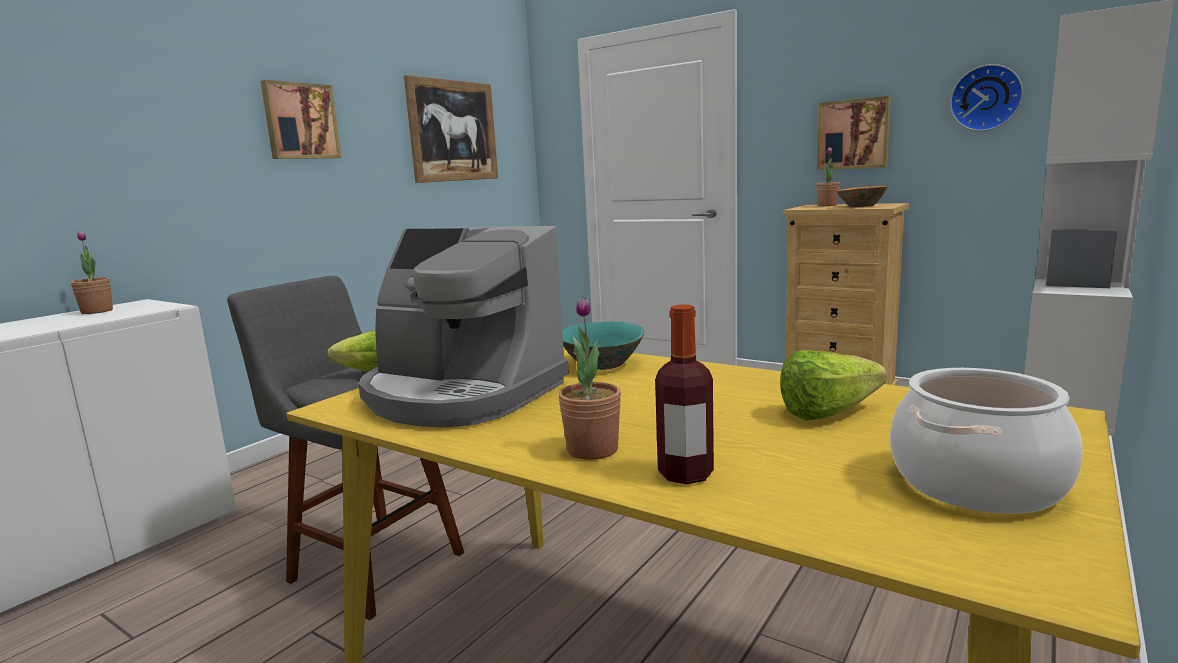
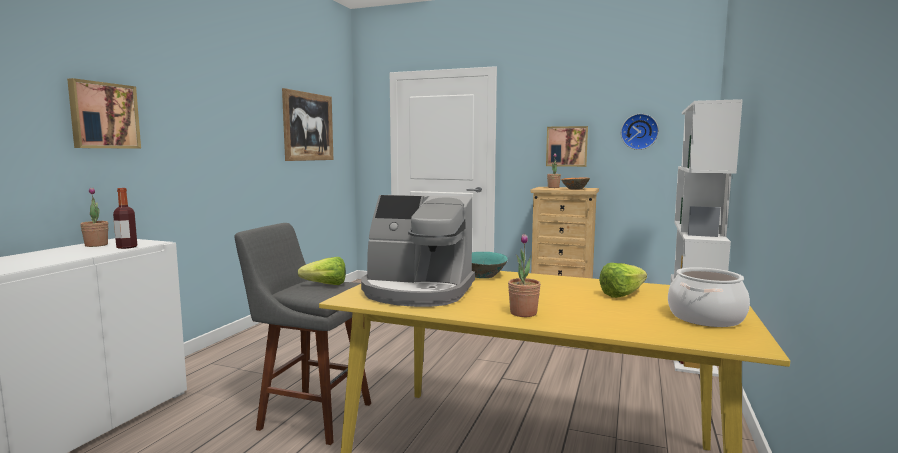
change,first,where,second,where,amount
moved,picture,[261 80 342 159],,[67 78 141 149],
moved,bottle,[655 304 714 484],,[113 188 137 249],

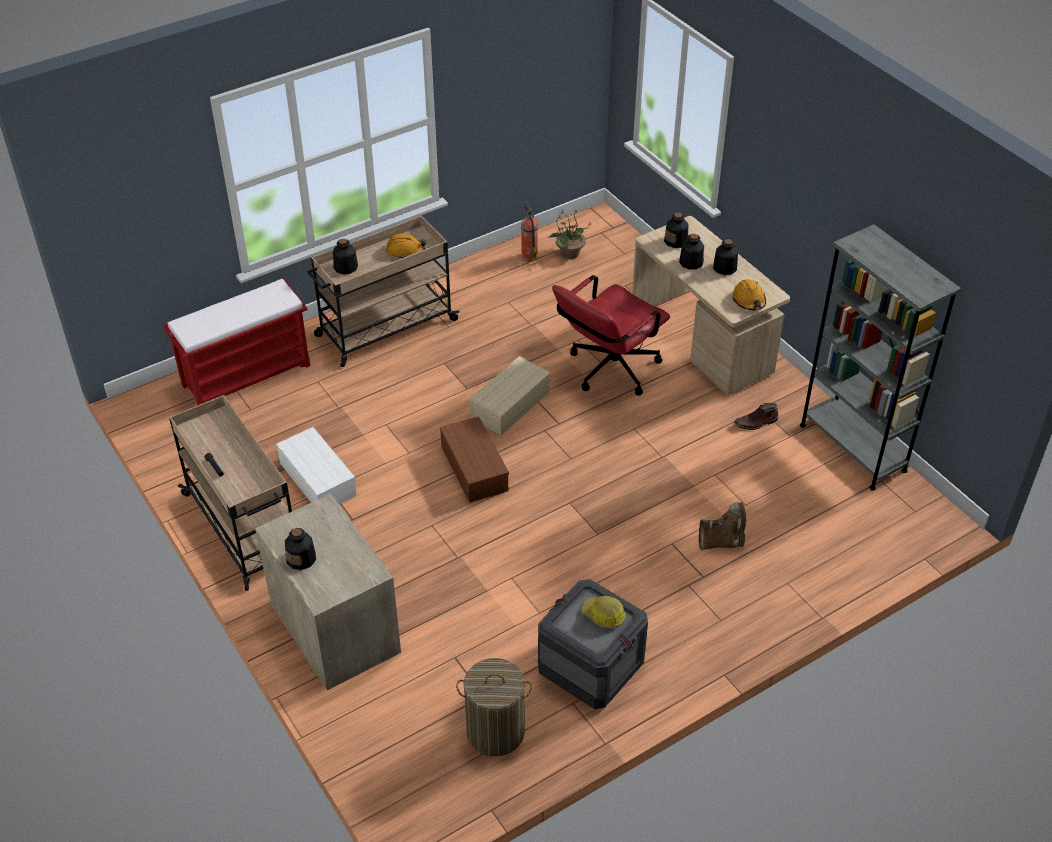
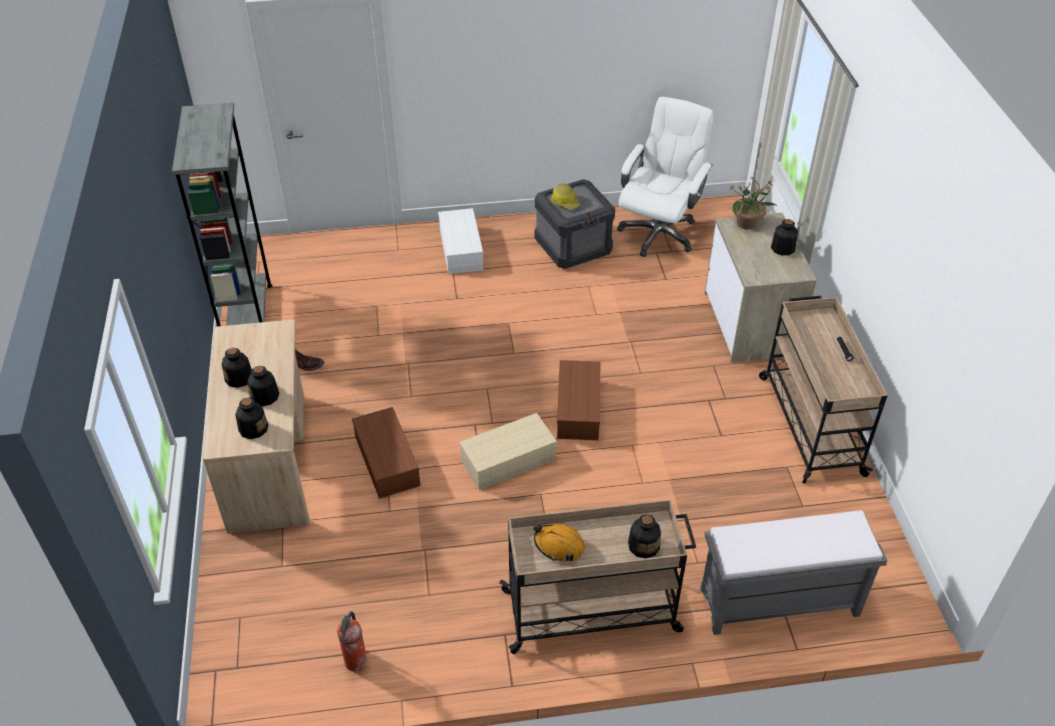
change,first,where,second,where,amount
moved,potted plant,[548 210 592 259],,[729 176 777 230],
replaced,office chair (red),[552 275 670 396],storage box (brown),[352 407 420 499],
recoloured,bench (red),[164 279 310 406],bench (grey),[700 510 888 635],
removed,hard hat (orange),[732 279 766 310],,,
moved,storage box (white),[276 427 357 504],,[438 208 483 274],
removed,boot (brown),[699 502 746 550],,,
replaced,laundry basket,[456 658 532 757],office chair (white),[617 97 714 257],

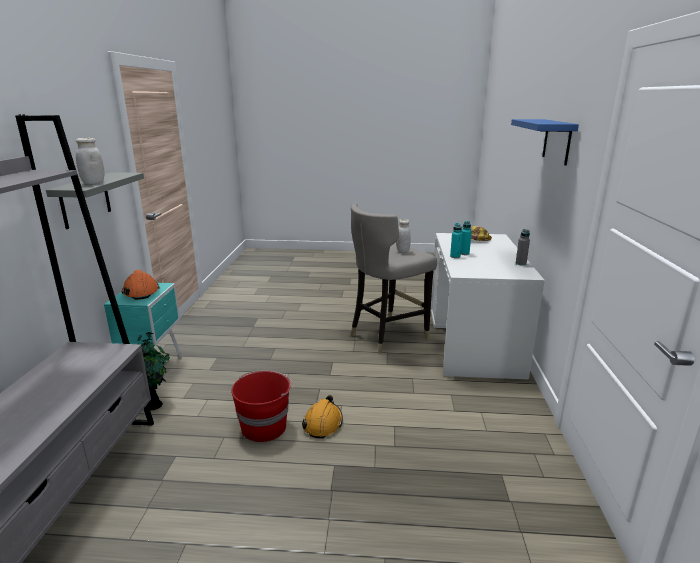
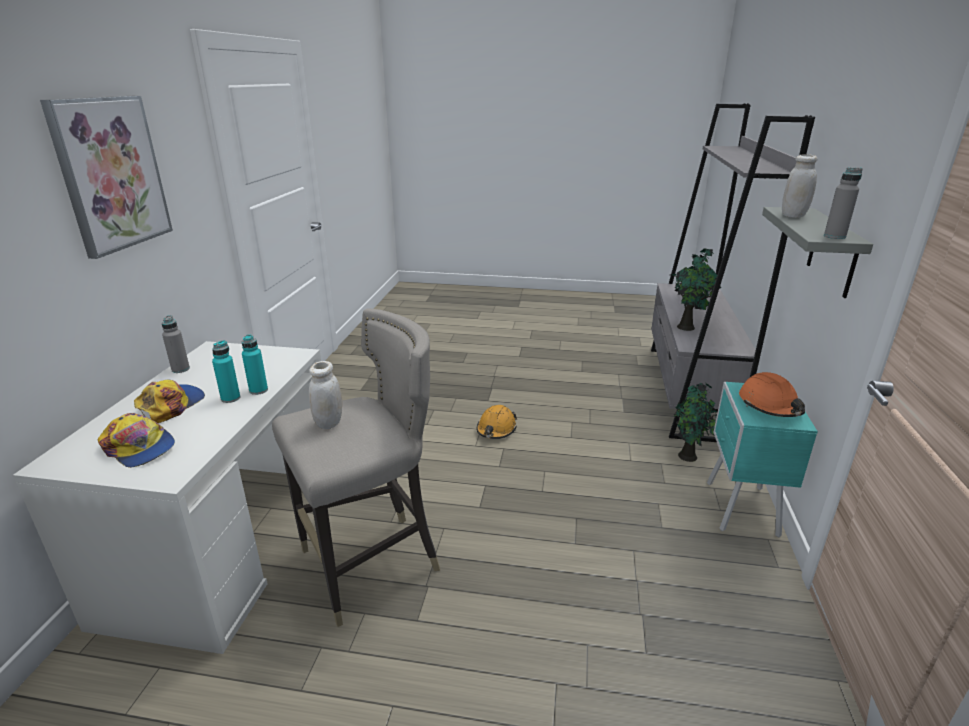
change,first,where,second,where,amount
replaced,shelf (blue),[511 119 579 166],picture,[40 96 173 259],
removed,bucket (red),[231 370 293 442],,,
added,,,bottle (grey),[824 167 863 239],
added,,,potted plant,[670 248 721 331],
added,,,cap,[134 379 205 423],

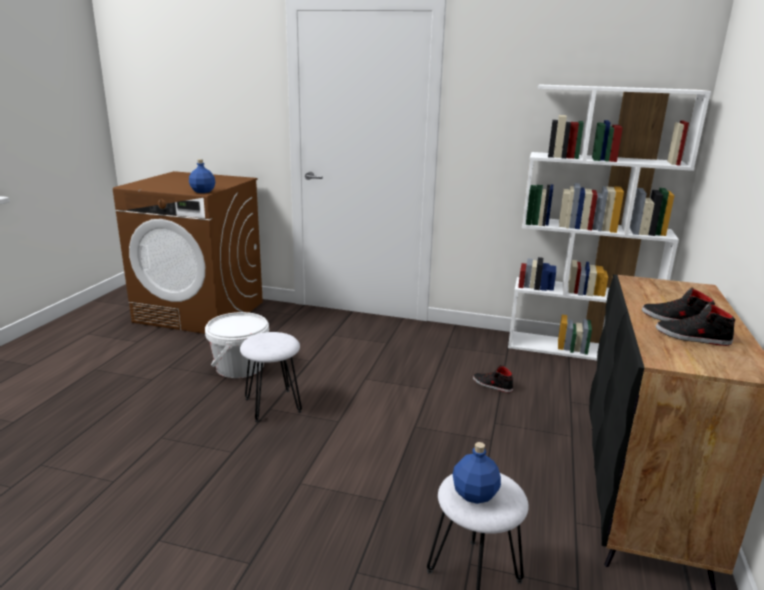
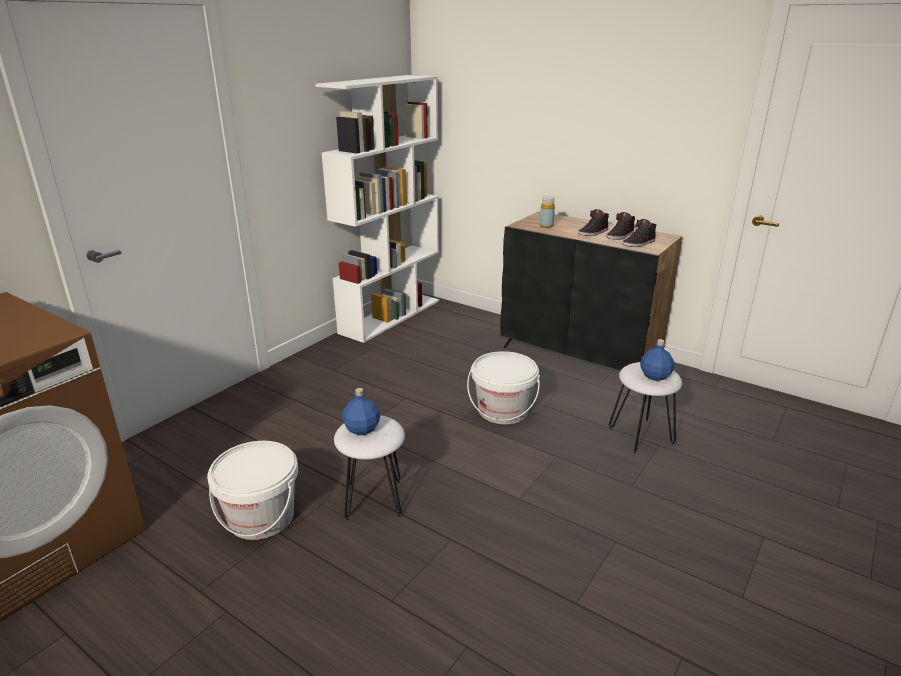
change,first,where,second,where,amount
moved,bottle (blue),[189 159 215 193],,[342 388 380 435],
moved,shoe (black),[473 365 513 393],,[622 219 656 247],
added,,,bottle (yellow),[540 196 555 228],
added,,,bucket (white),[467 351 540 424],

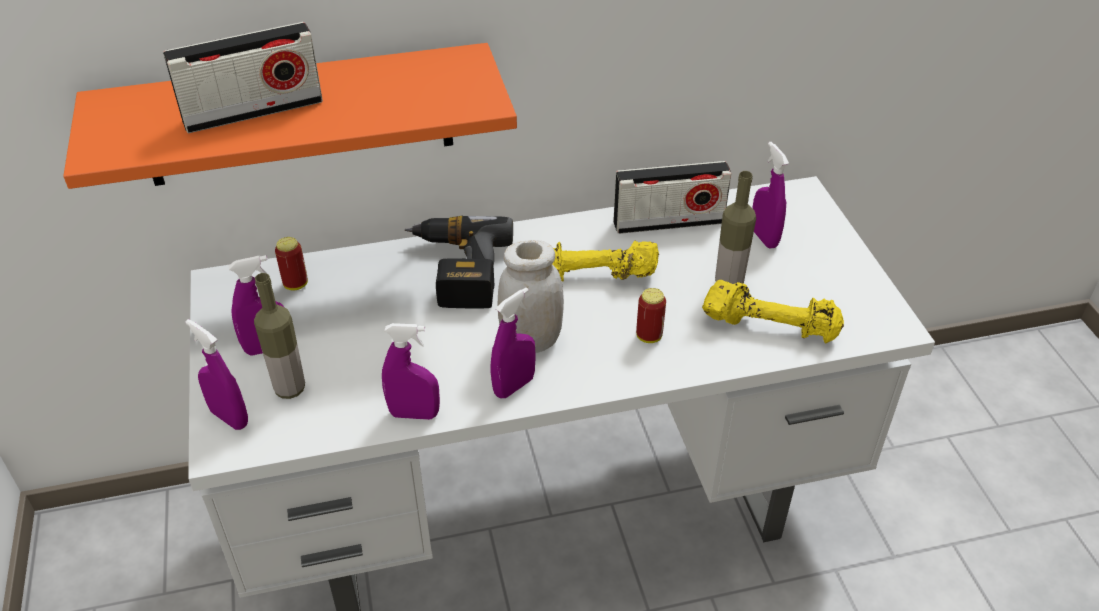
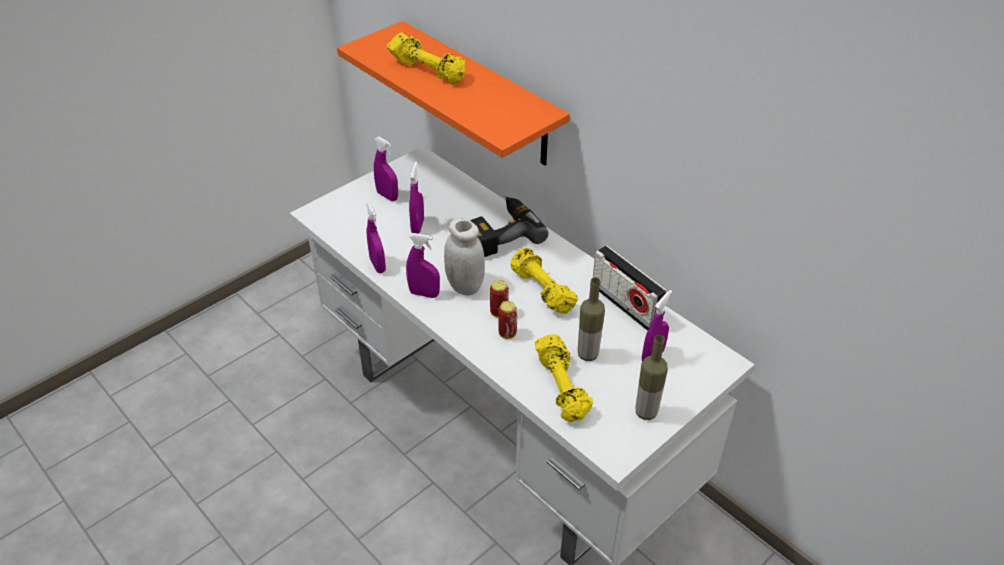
change,first,where,second,where,amount
replaced,radio,[163 22 323 133],dumbbell (yellow),[387 32 466 84],
moved,can,[275 237 308 290],,[490 280 509 318],
moved,bottle,[254 273 305 399],,[635 335 668 420],
moved,spray bottle (purple),[185 319 248 430],,[409 162 424 234],

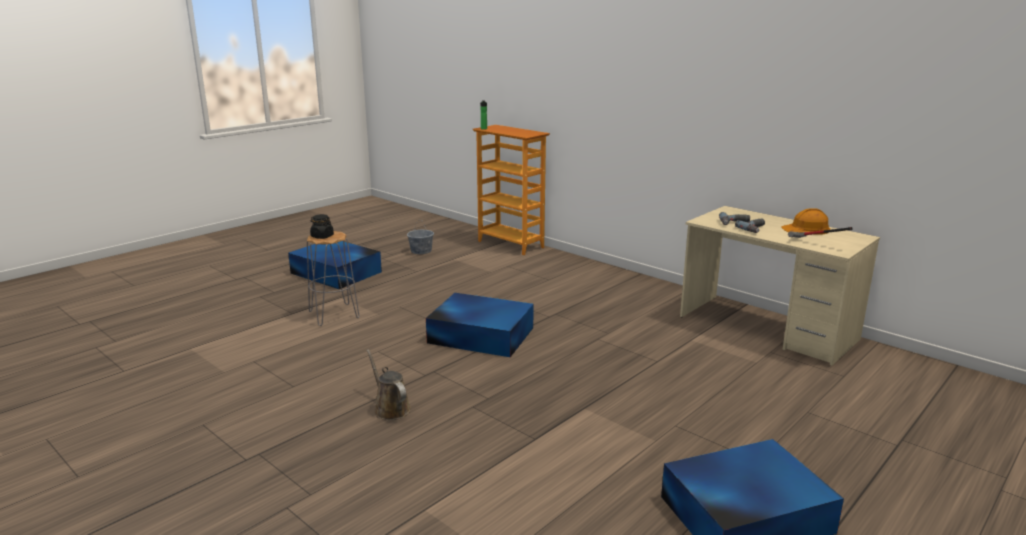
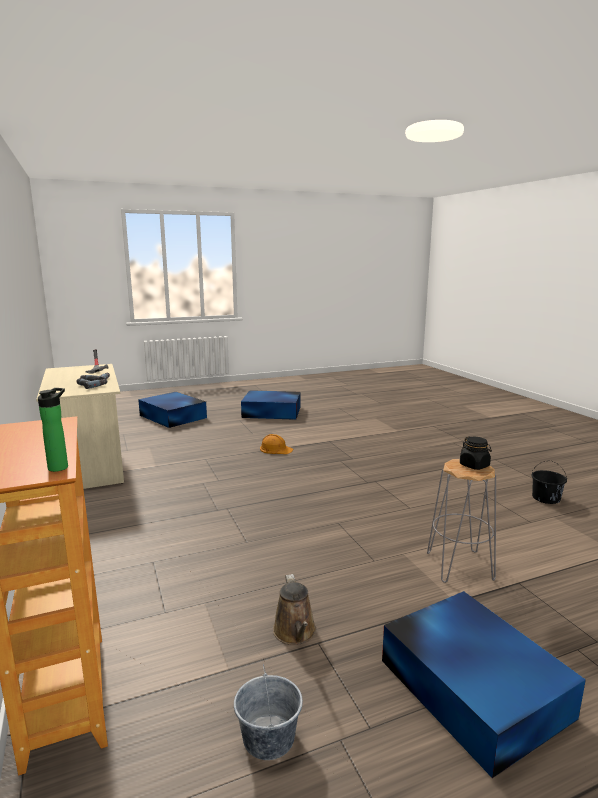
change,first,where,second,where,amount
moved,hard hat (orange),[781 208 830 234],,[260 434 293 454],
moved,storage box (blue),[426 293 534 357],,[138 392 207 428],
moved,watering can (brown),[367 349 411 420],,[273 574 316 645],
added,,,bucket (black),[532 461 567 504],

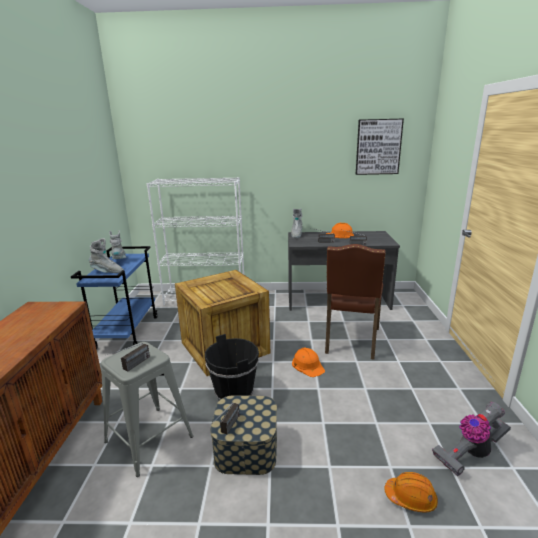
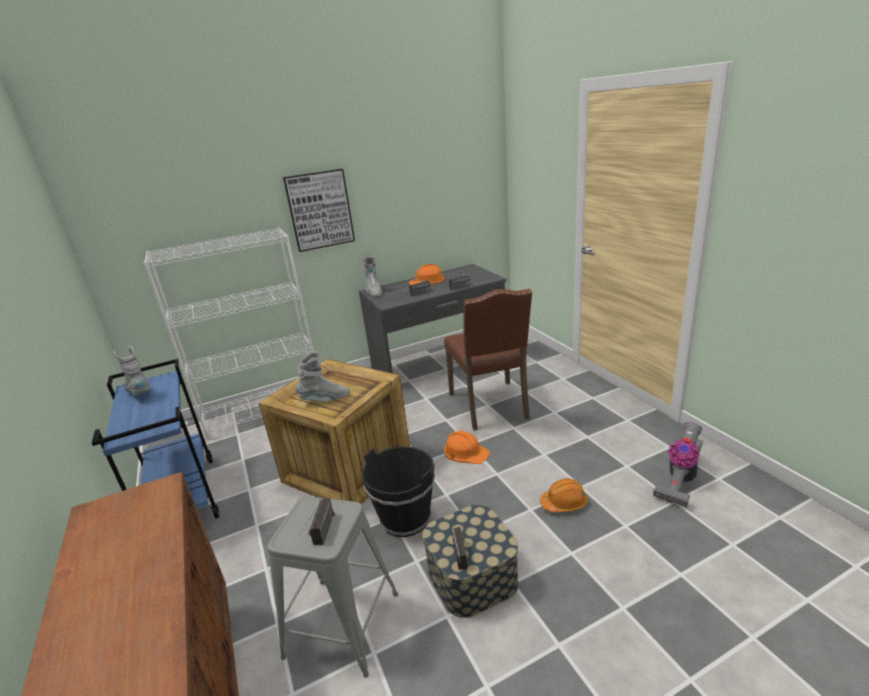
change,first,where,second,where,amount
moved,picture,[356 119 404 175],,[283 169 355 252],
moved,boot (grey),[89 238 124 273],,[296 352 350 401],
moved,hard hat (orange),[385 472 438 513],,[540 478 588 513],

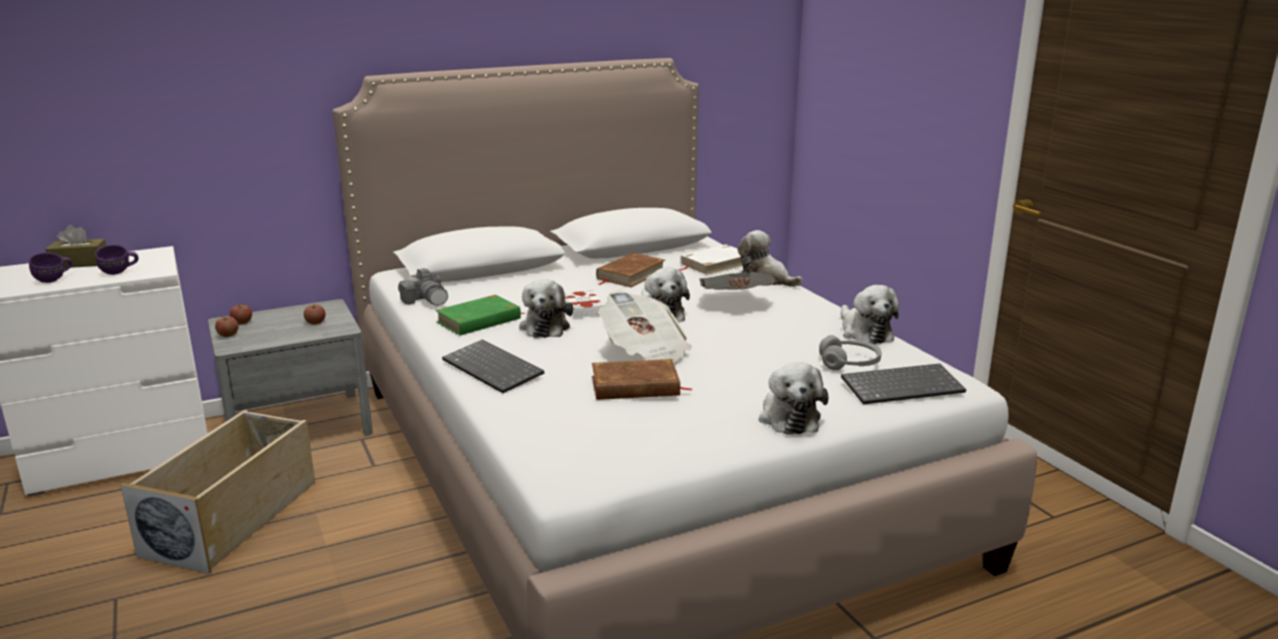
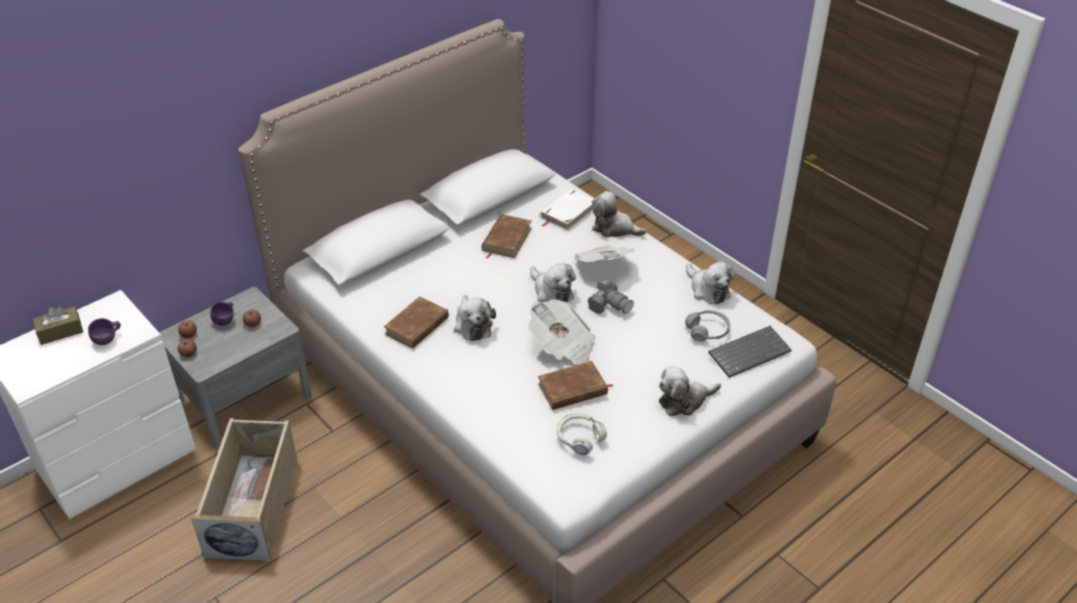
change,first,where,second,where,amount
moved,mug (purple),[29 253 72 283],,[210 302 234 326],
moved,photo camera,[398 268 448 306],,[588 279 634 314],
removed,book (white),[564 289 603 318],,,
recoloured,book (green),[435 295 526 336],book (brown),[384 296 449 349],
removed,keyboard,[442 340 544 393],,,
turned,plush toy,[759 362 828 435],,[659 366 721 416],90 degrees clockwise
added,,,headphones,[557 413 607 455],

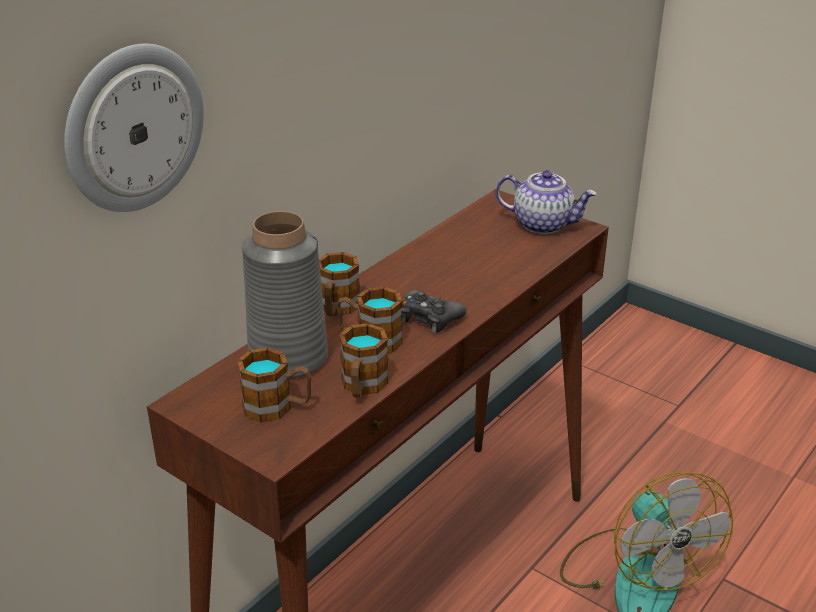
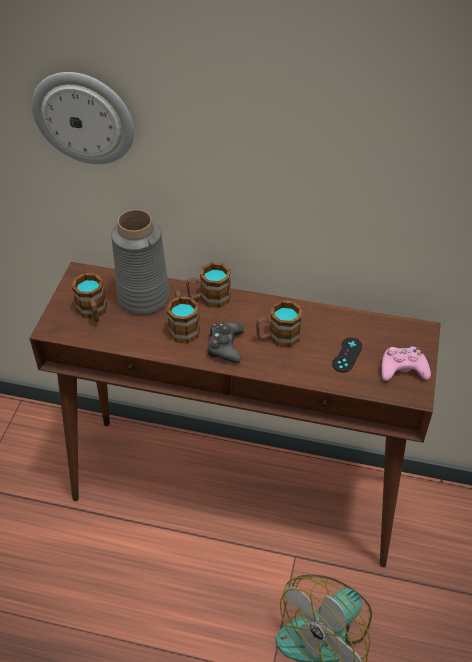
change,first,where,second,where,amount
replaced,teapot,[496 170 597 234],game controller (pink),[381 346 431 381],
moved,mug,[339 323 388 398],,[256 300 302 348],
added,,,game controller (black),[332 337 362 373],

